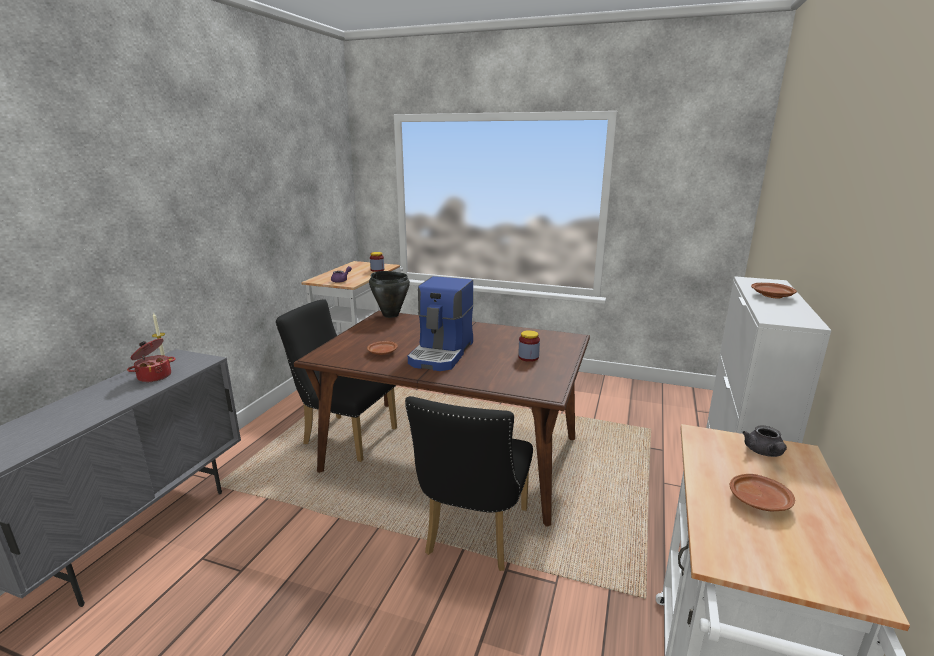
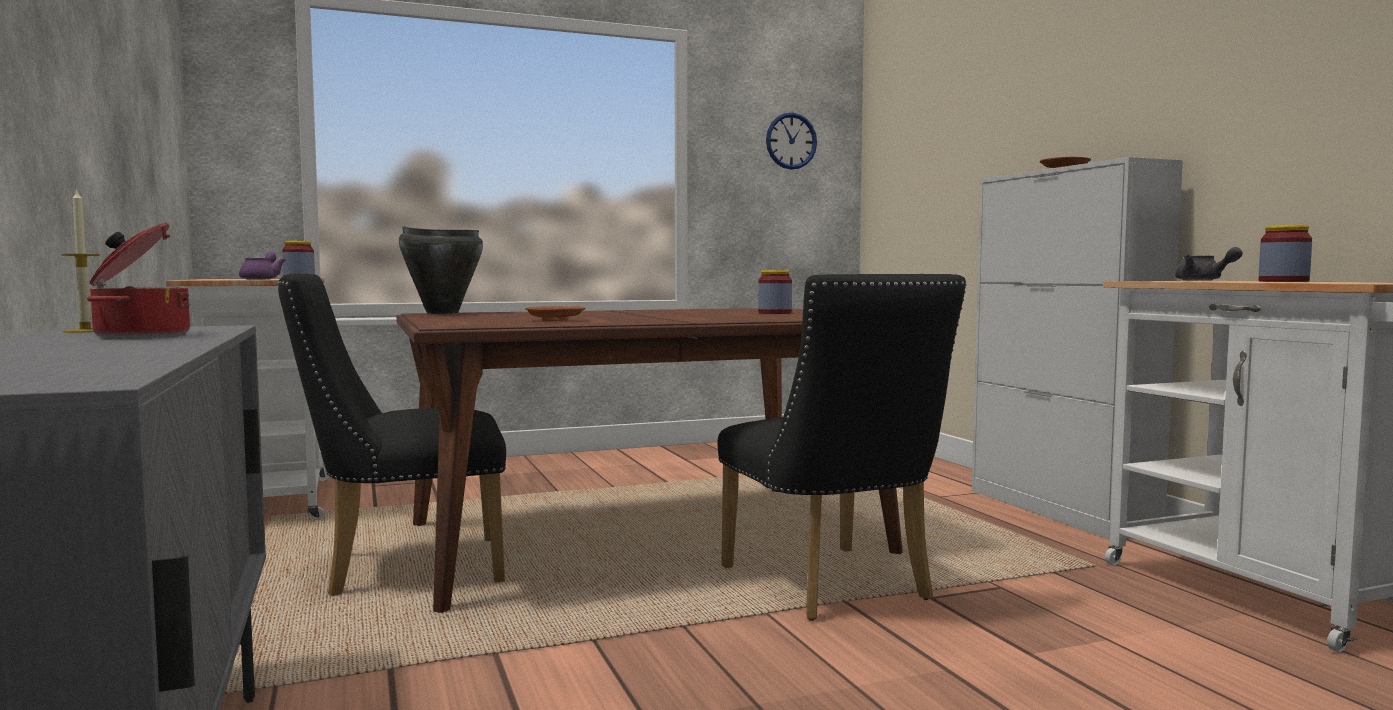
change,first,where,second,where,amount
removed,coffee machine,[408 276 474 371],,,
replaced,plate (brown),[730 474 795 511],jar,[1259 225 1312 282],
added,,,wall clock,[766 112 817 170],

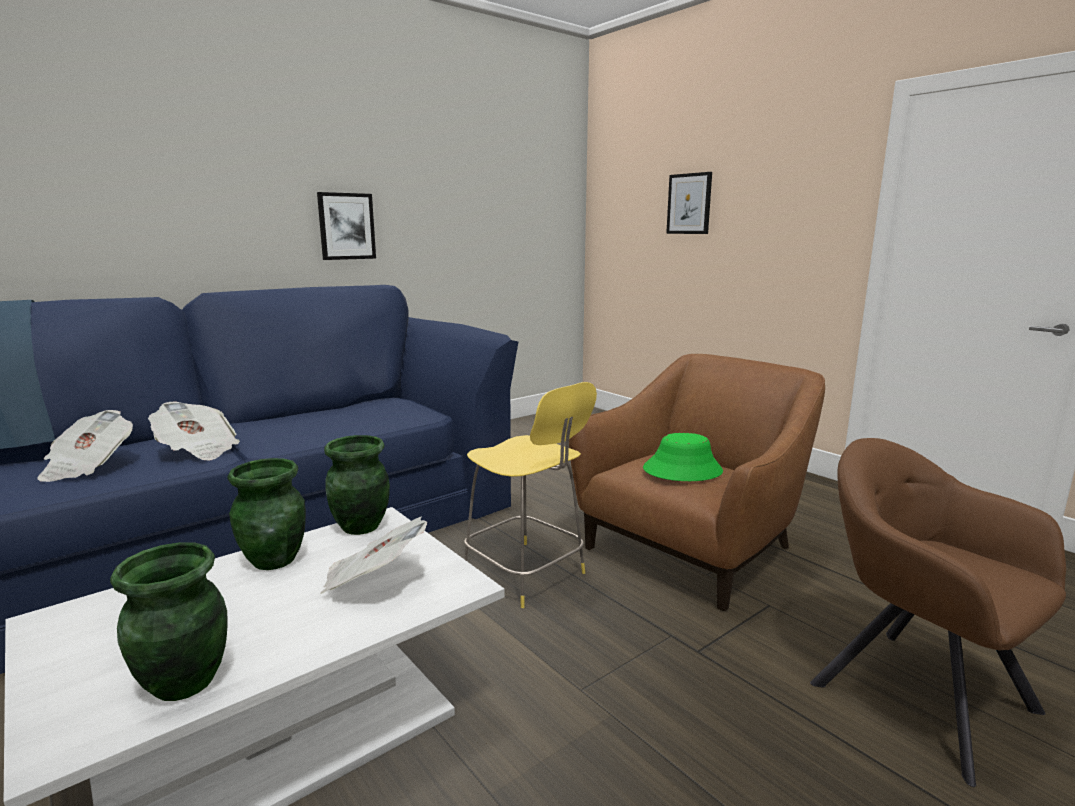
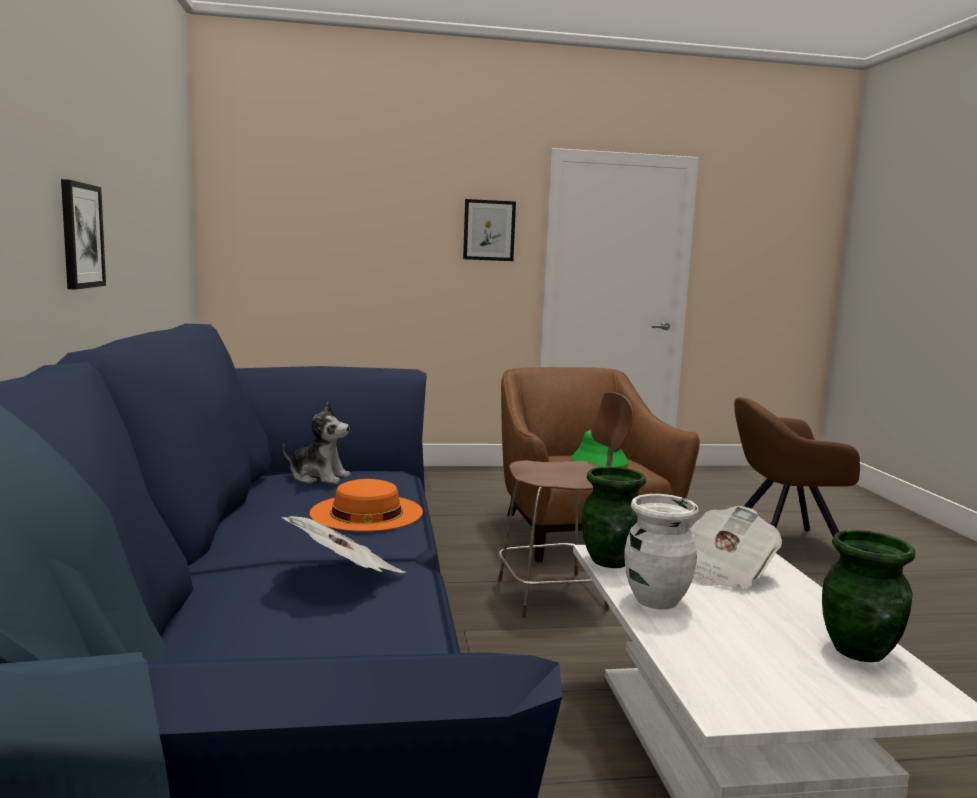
change,first,where,second,where,amount
moved,picture,[666 172 712 234],,[463 199 516 261],
recoloured,stool (yellow),[464 382 597 608],stool (brown),[499 392 634 618],
removed,newspaper,[37 410 133 482],,,
recoloured,vase (green),[228 458 306 570],vase (white),[624 494 698 610],
added,,,plush toy,[283 402 350 484],
added,,,hat (orange),[310 479 423 531],

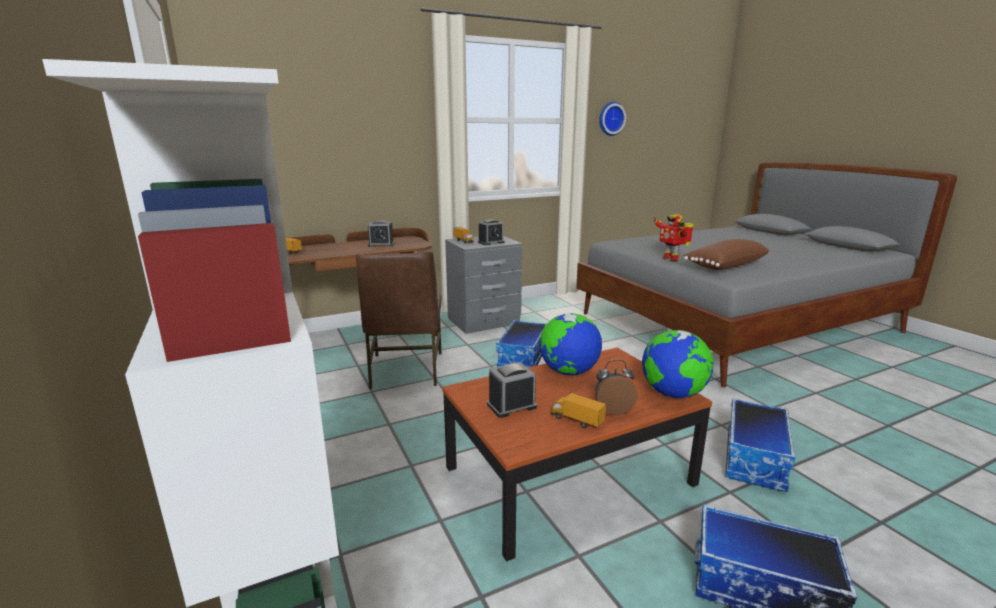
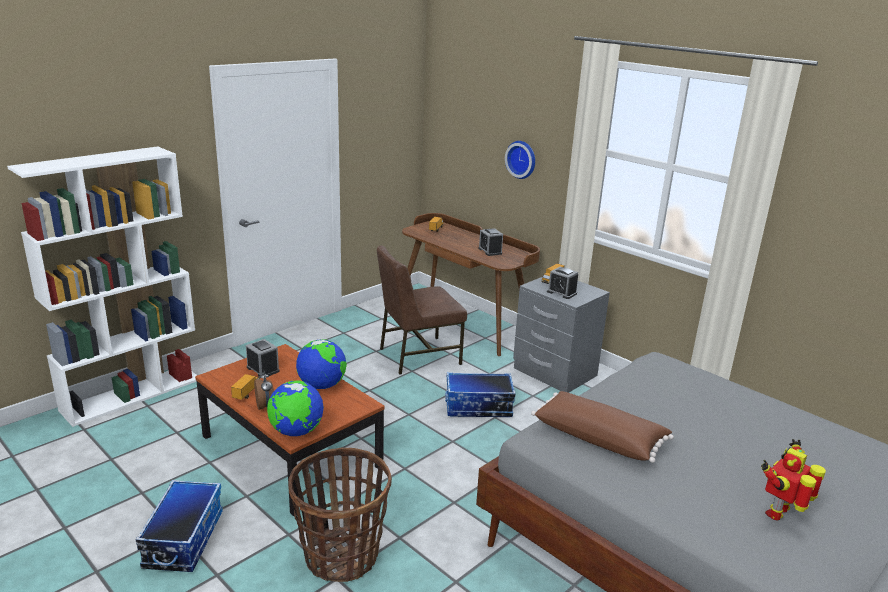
change,first,where,second,where,amount
moved,wall clock,[599 102 626 136],,[505 141 535 179],
moved,toy robot,[653 214 693 261],,[761 439 826 520],
replaced,storage box,[725 399 795 492],basket,[288 448 392 582],

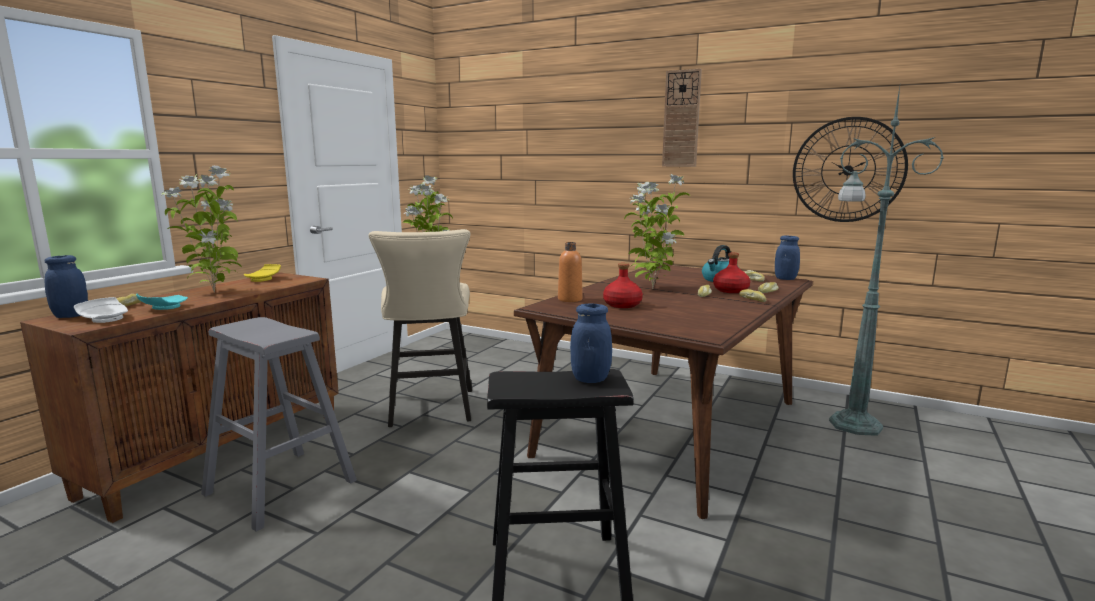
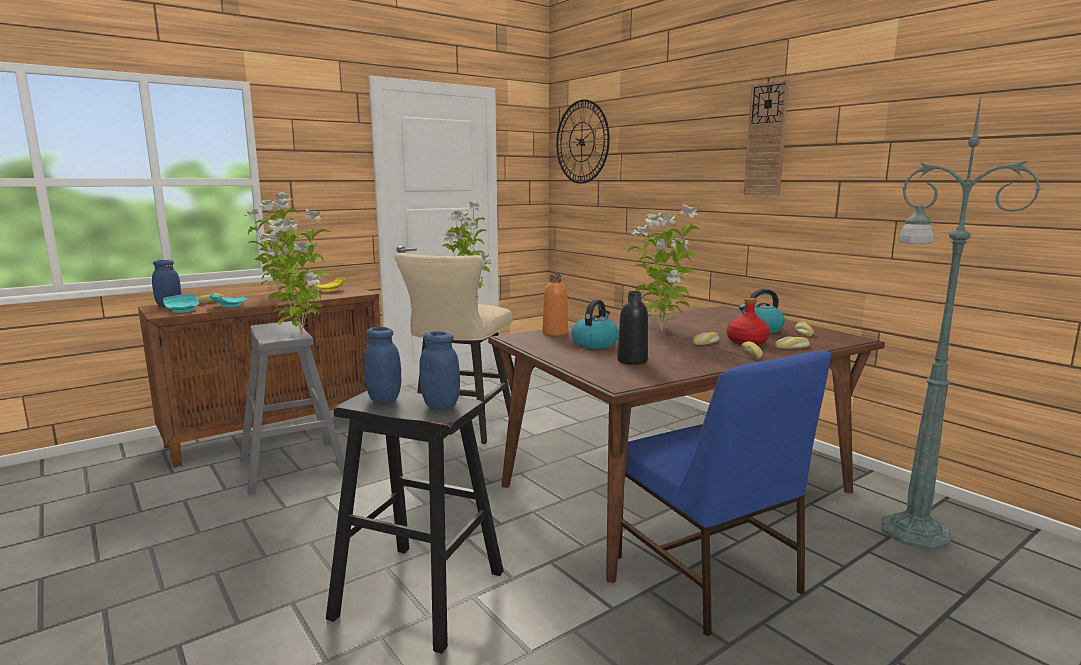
change,first,where,second,where,amount
moved,wall clock,[793 117 908 222],,[556 99 610 184],
moved,jar (blue),[775 235 800 280],,[364 327 401 402],
replaced,bottle (red),[603 263 643 308],kettle,[571 299 619 349],
recoloured,plate (white),[74 297 128 323],plate (turquoise),[163 294 199 313],
added,,,potted plant,[256 209 330 335],
added,,,bottle (black),[617 291 648 365],
added,,,chair (blue),[618 351 831 636],

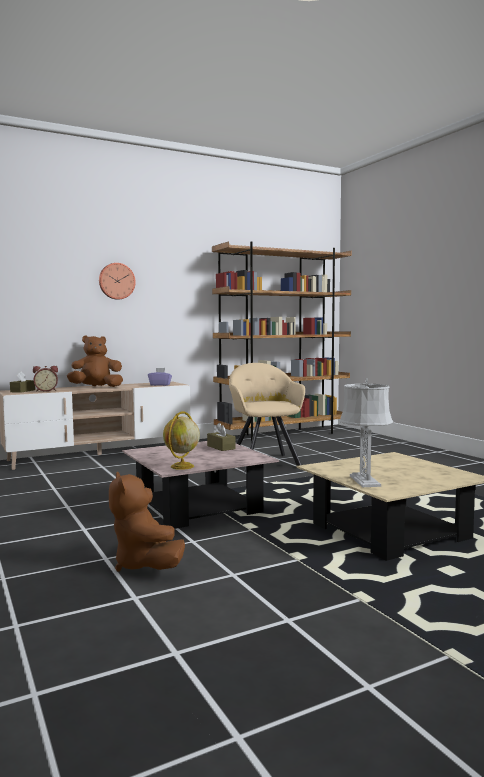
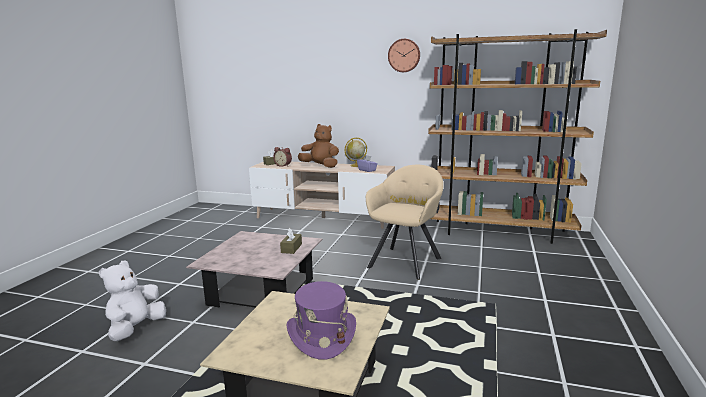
change,first,where,second,where,amount
moved,wall clock,[99 263 136 300],,[388 39 420 72],
removed,table lamp (grey),[339 378 393 487],,,
moved,globe,[163 412 200 470],,[345 138 367 167],
recoloured,plush toy (brown),[109 472 185 572],plush toy (white),[99 260 166 341],
added,,,hat (purple),[286 281 356 360],

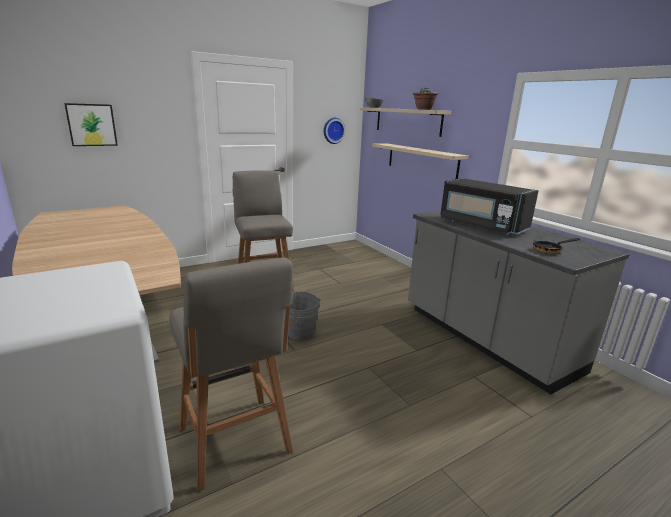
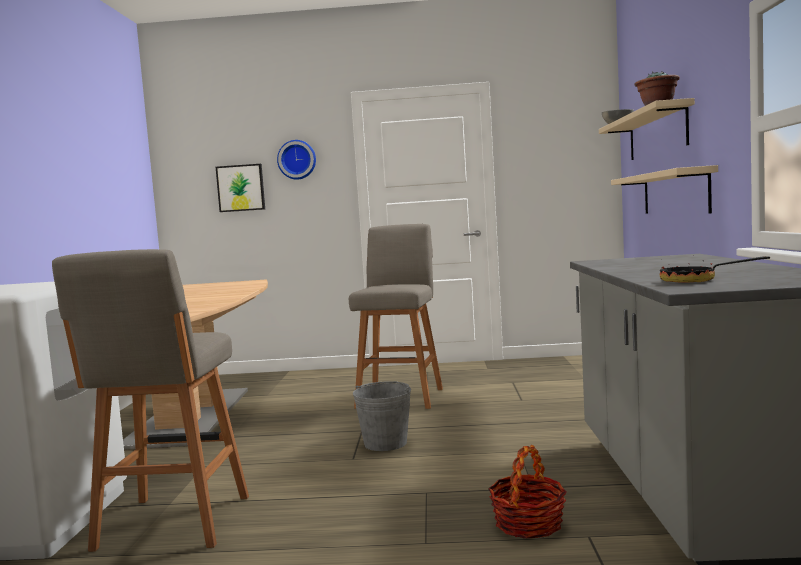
change,first,where,second,where,amount
moved,wall clock,[324 118 346 144],,[277 140 316 180],
removed,microwave (black),[440 178 538 235],,,
added,,,basket,[488 445 567 538],

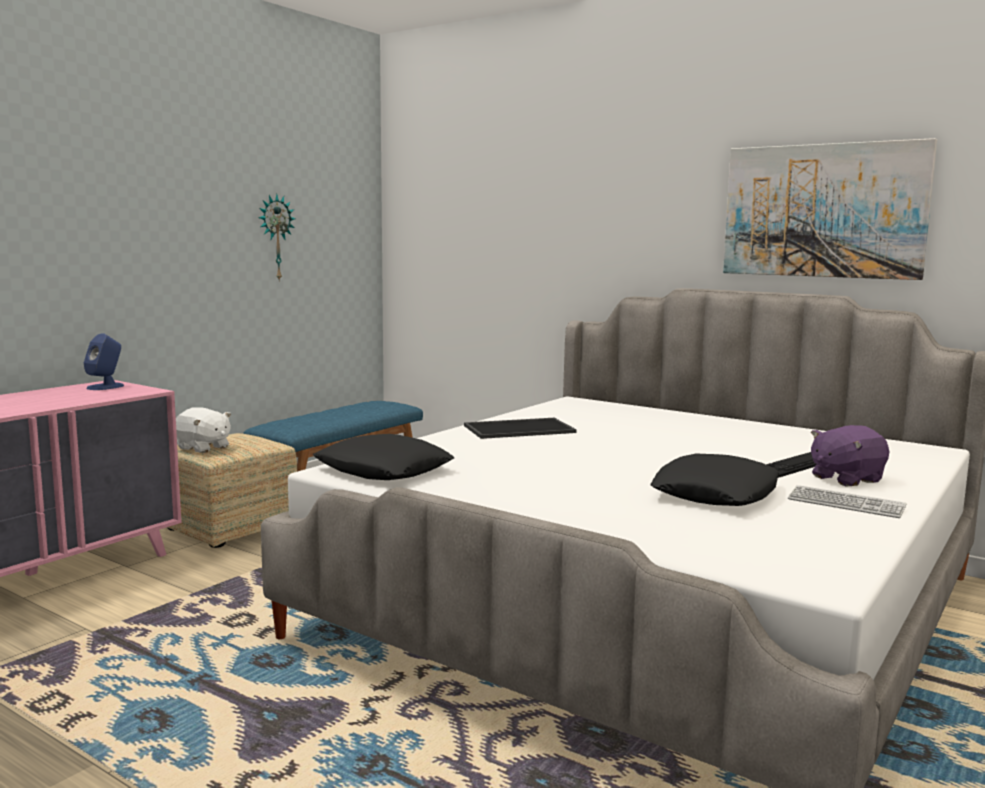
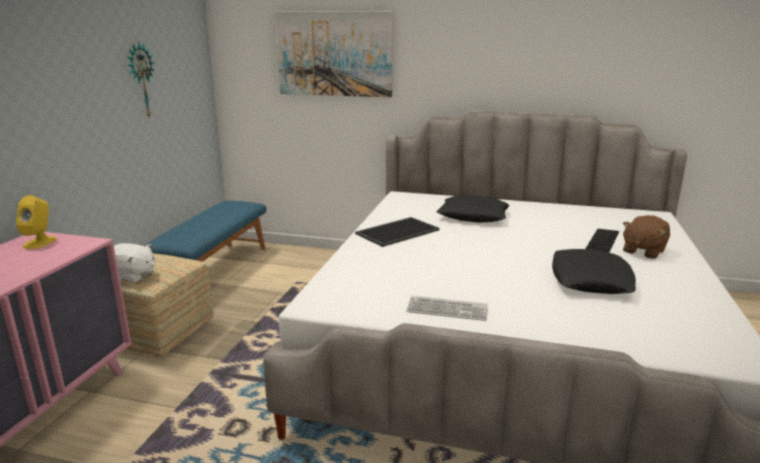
change,first,where,second,where,amount
moved,picture,[723 138 937 280],,[275 11 393 97],
recoloured,speaker (blue),[84 333 124 390],speaker (yellow),[16 195 57 249],
recoloured,plush toy (purple),[811 425 889 487],plush toy (brown),[623 215 670 259],
moved,pillow (black),[312 434 455 480],,[436 195 510 223],
moved,keyboard,[788 485 907 518],,[406 296 488 321],

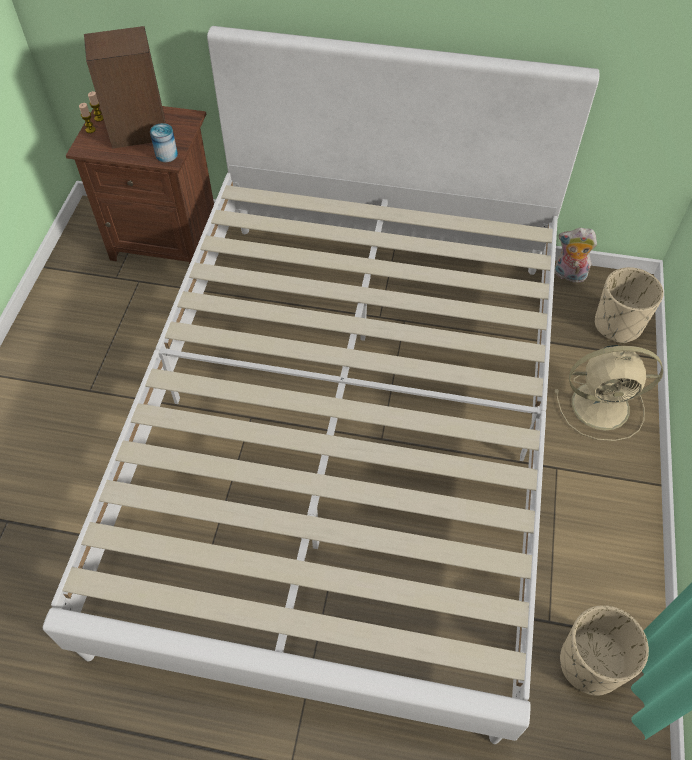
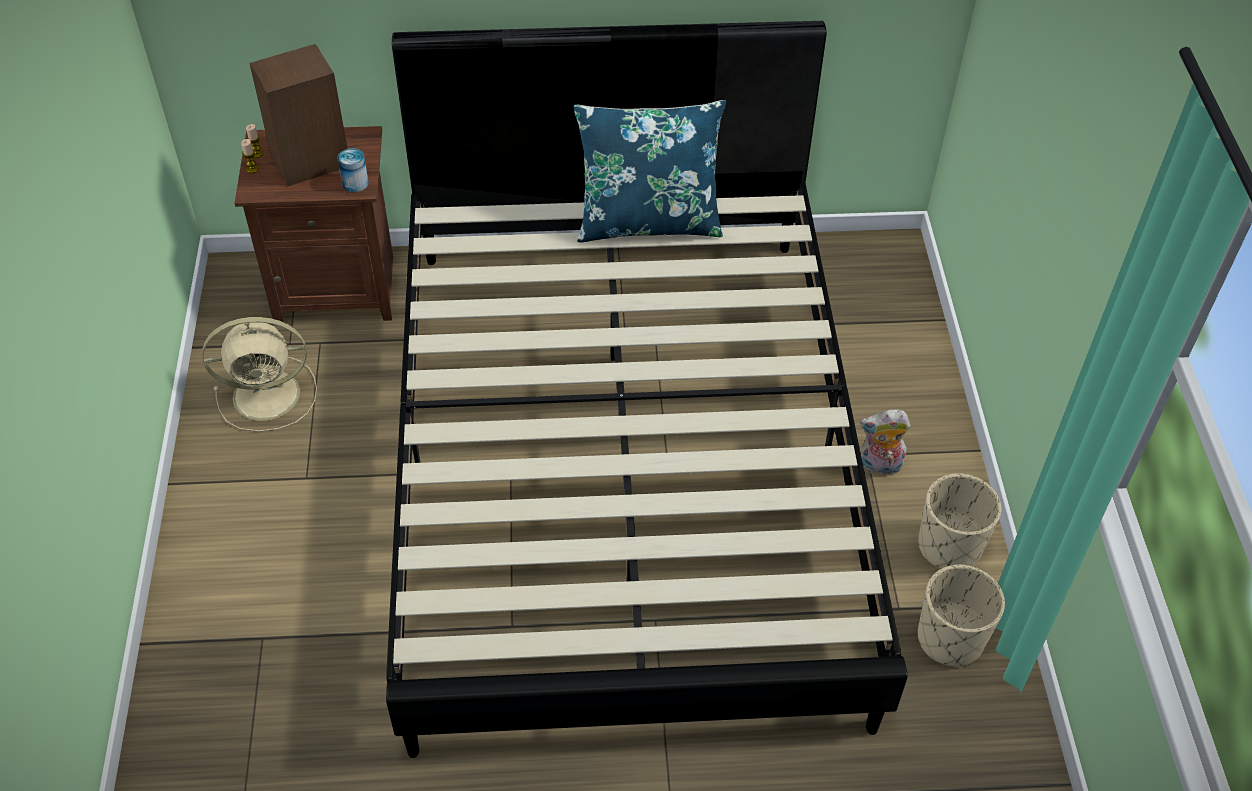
change,first,where,second,where,amount
recoloured,bed (white),[43 26 599 744],bed (black),[386 21 908 758],
moved,plush toy,[555 228 597 283],,[860 409 911 475],
moved,planter (beige),[595 267 664 344],,[918 473 1001 569],
moved,fan (beige),[555 345 663 441],,[202 317 317 432],
added,,,pillow (blue),[574 100 726 242],

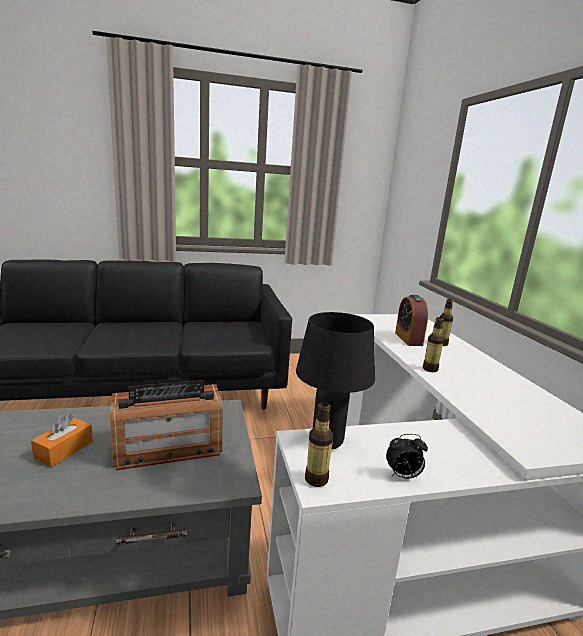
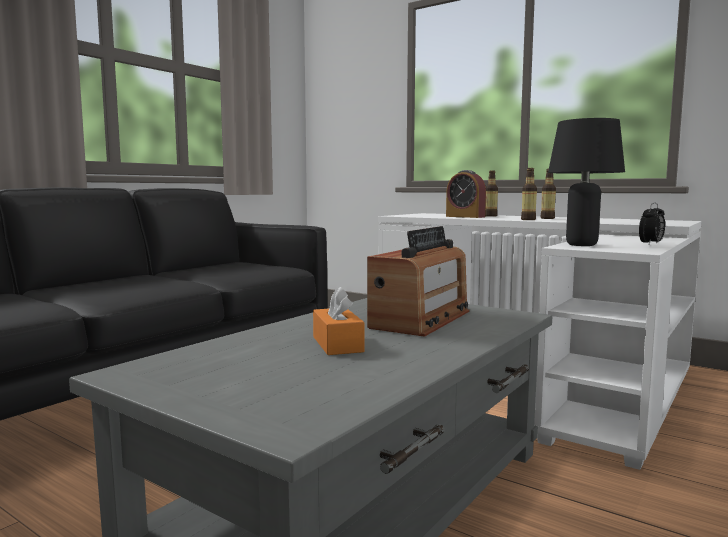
change,first,where,second,where,amount
moved,bottle,[305 402 333 487],,[540 169 556 219],

